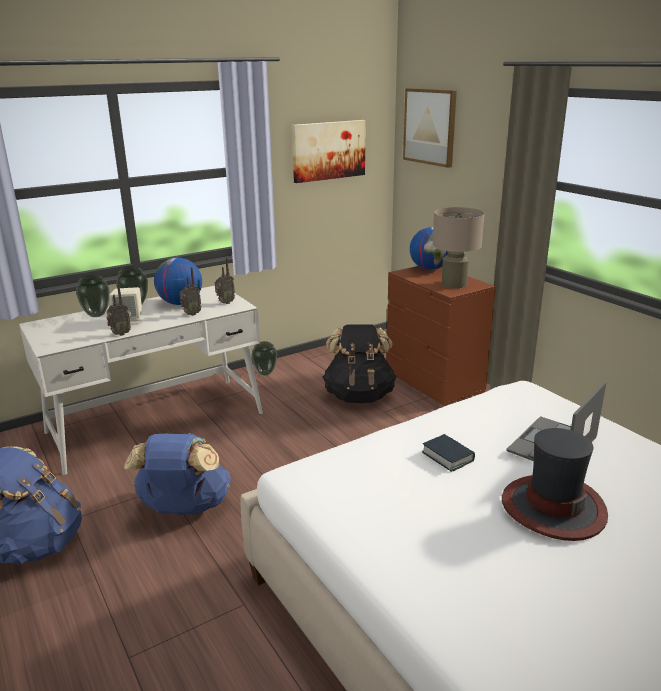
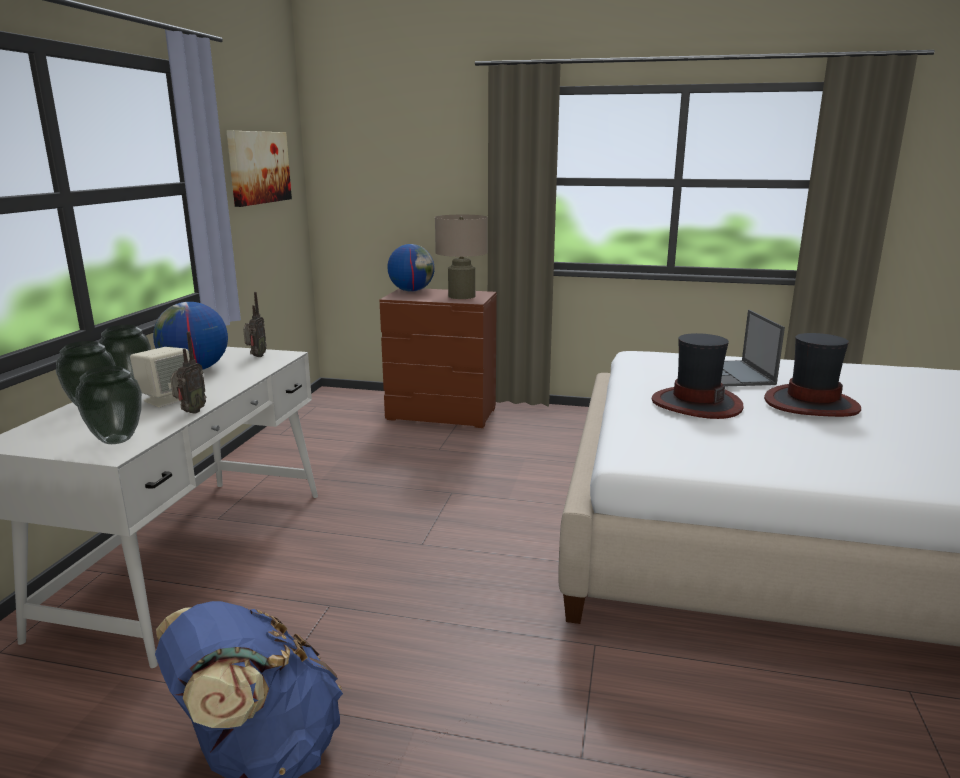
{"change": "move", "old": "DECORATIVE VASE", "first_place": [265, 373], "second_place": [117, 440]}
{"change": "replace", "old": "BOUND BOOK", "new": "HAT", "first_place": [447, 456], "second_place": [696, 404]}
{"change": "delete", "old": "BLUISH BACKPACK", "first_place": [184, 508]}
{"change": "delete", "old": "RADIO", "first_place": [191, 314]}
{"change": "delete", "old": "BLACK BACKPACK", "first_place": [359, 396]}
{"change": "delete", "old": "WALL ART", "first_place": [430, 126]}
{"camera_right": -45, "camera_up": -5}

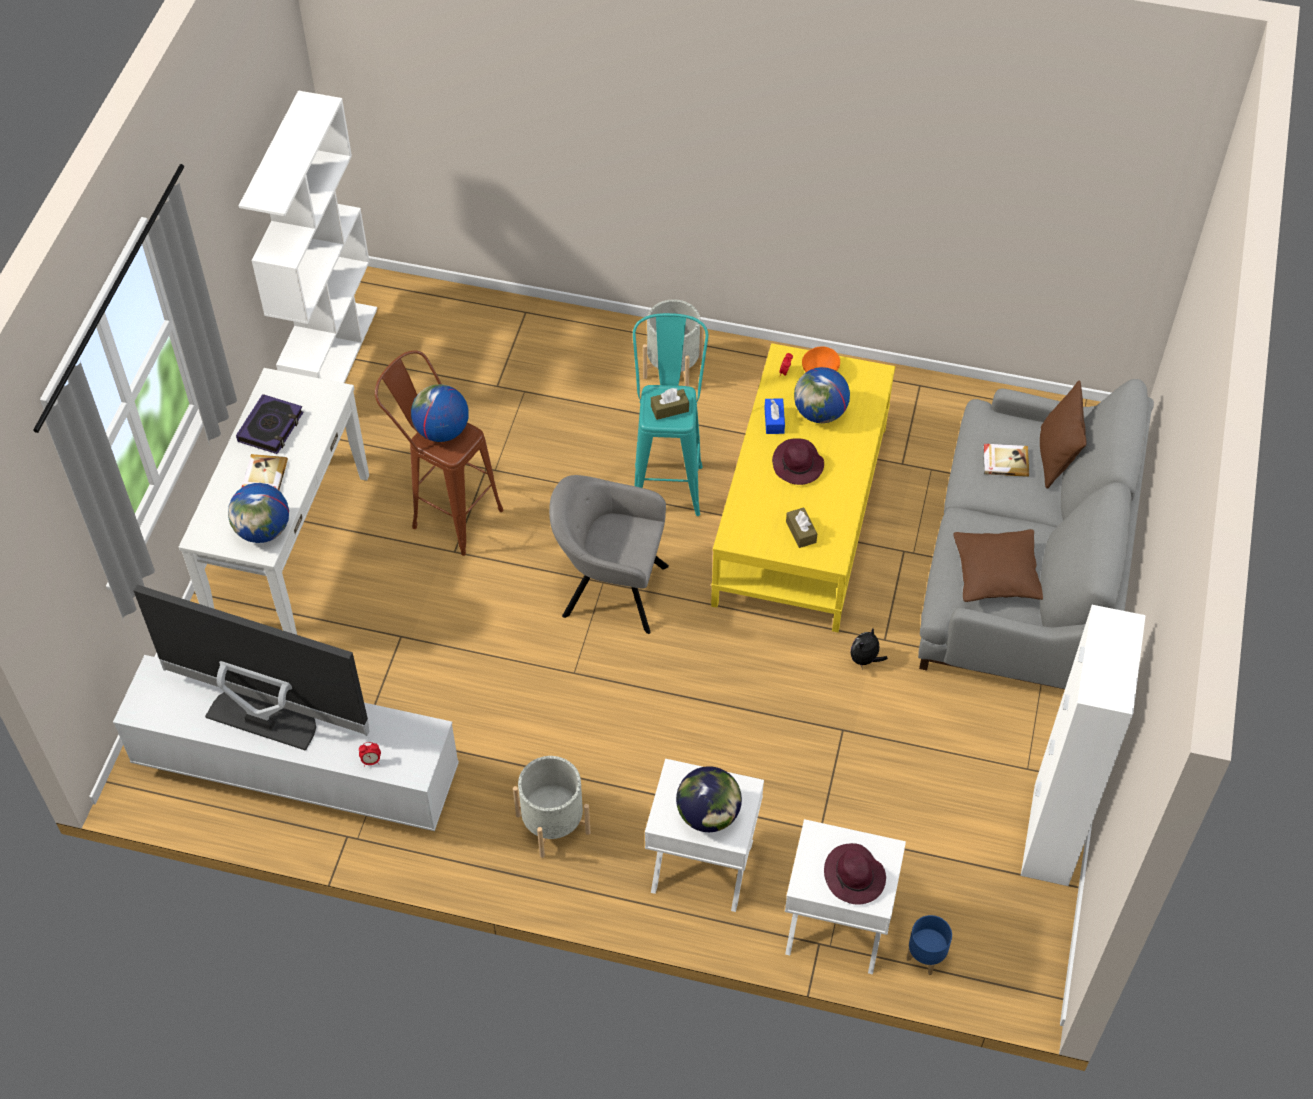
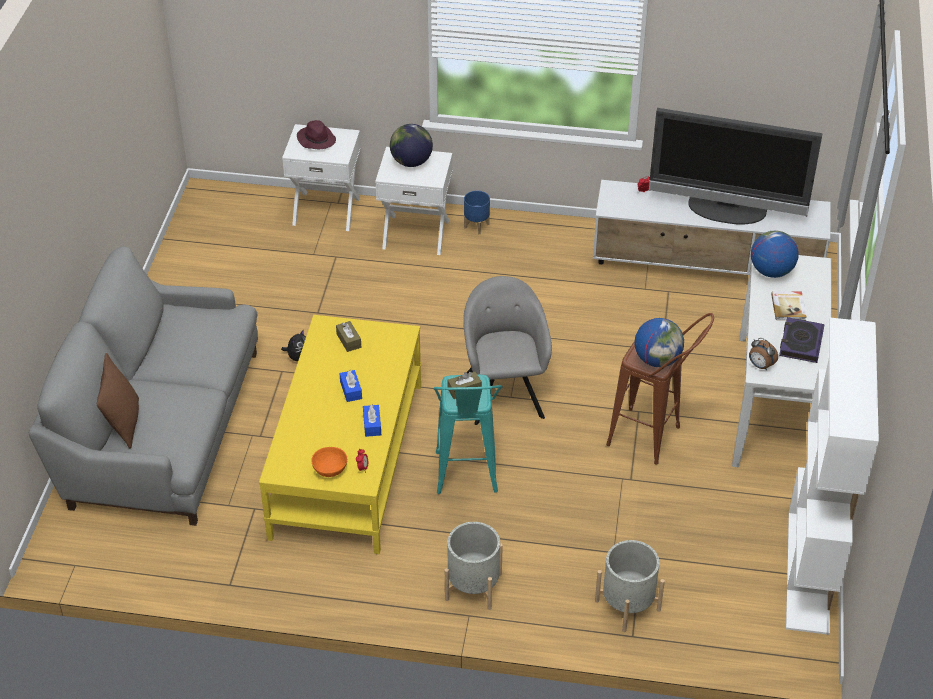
{"change": "replace", "old": "PURPLE HAT", "new": "BLUISH BOX OF TISSUES", "first_place": [798, 465], "second_place": [351, 390]}
{"change": "rotate", "old": "GREY ARMCHAIR", "first_place": [610, 589], "second_place": [504, 392], "degrees": -105}
{"change": "move", "old": "BLUISH PLANTER", "first_place": [925, 957], "second_place": [477, 225]}
{"change": "move", "old": "GREY PLANTER", "first_place": [553, 824], "second_place": [627, 605]}
{"change": "insert", "new": "BEDSIDE CLOCK", "second_place": [760, 366]}
{"change": "delete", "old": "GLOBE", "first_place": [820, 413]}
{"change": "delete", "old": "BROWN THROW PILLOW", "first_place": [997, 574]}
{"change": "delete", "old": "BOUND BOOK", "first_place": [1005, 461]}
{"change": "delete", "old": "WHITISH CABINET", "first_place": [1051, 834]}
{"camera_right": 175, "camera_up": -10}

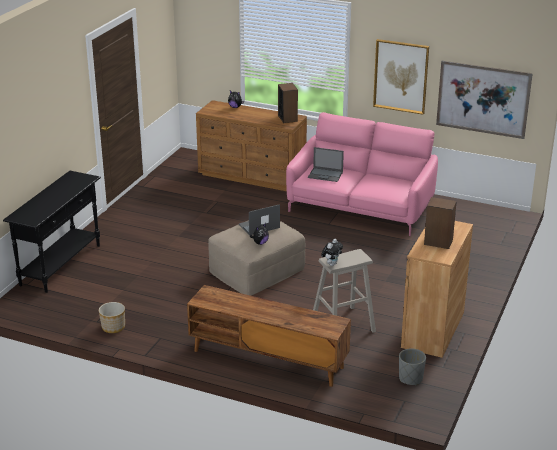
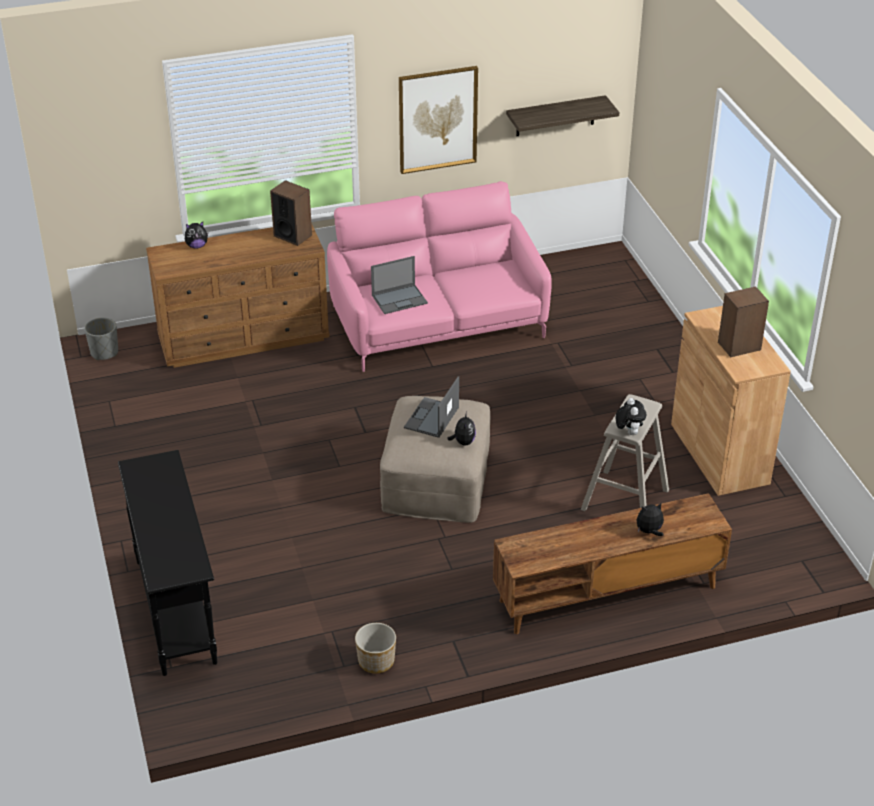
{"change": "move", "old": "GREY PLANTER", "first_place": [410, 378], "second_place": [104, 352]}
{"change": "replace", "old": "WALL ART", "new": "BRACKET SHELF", "first_place": [483, 99], "second_place": [555, 116]}
{"change": "insert", "new": "SOFT TOY", "second_place": [649, 531]}
{"camera_right": -40, "camera_up": 10}

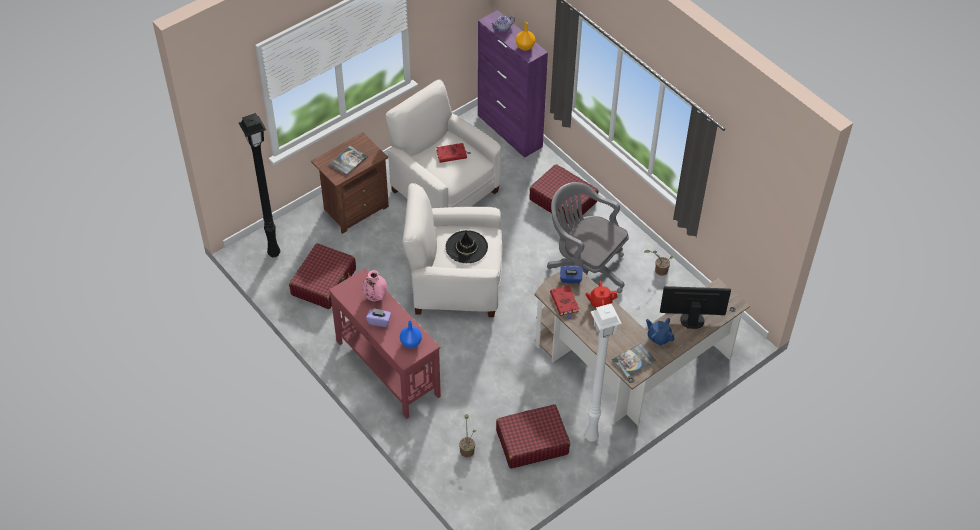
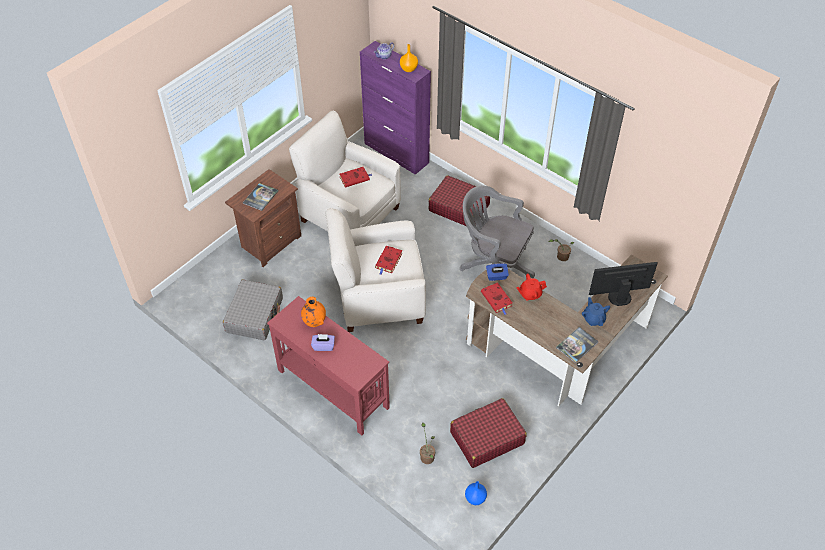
{"change": "recolor", "old": "RED-COLOURED PIECE OF LUGGAGE", "new": "GREY PIECE OF LUGGAGE", "first_place": [324, 282], "second_place": [255, 315]}
{"change": "recolor", "old": "PINKISH DECORATIVE VASE", "new": "ORANGEY DECORATIVE VASE", "first_place": [375, 296], "second_place": [314, 322]}
{"change": "replace", "old": "BLACK HAT", "new": "RED-COLOURED BOUND BOOK", "first_place": [466, 247], "second_place": [388, 261]}
{"change": "move", "old": "BLUISH DECORATIVE VASE", "first_place": [411, 342], "second_place": [475, 498]}
{"change": "rotate", "old": "BLUISH TEAPOT", "first_place": [659, 337], "second_place": [593, 319], "degrees": 45}
{"change": "delete", "old": "BLACK STANDARD LAMP", "first_place": [275, 253]}
{"change": "delete", "old": "WHITISH STANDARD LAMP", "first_place": [591, 437]}
{"camera_right": -10, "camera_up": 0}

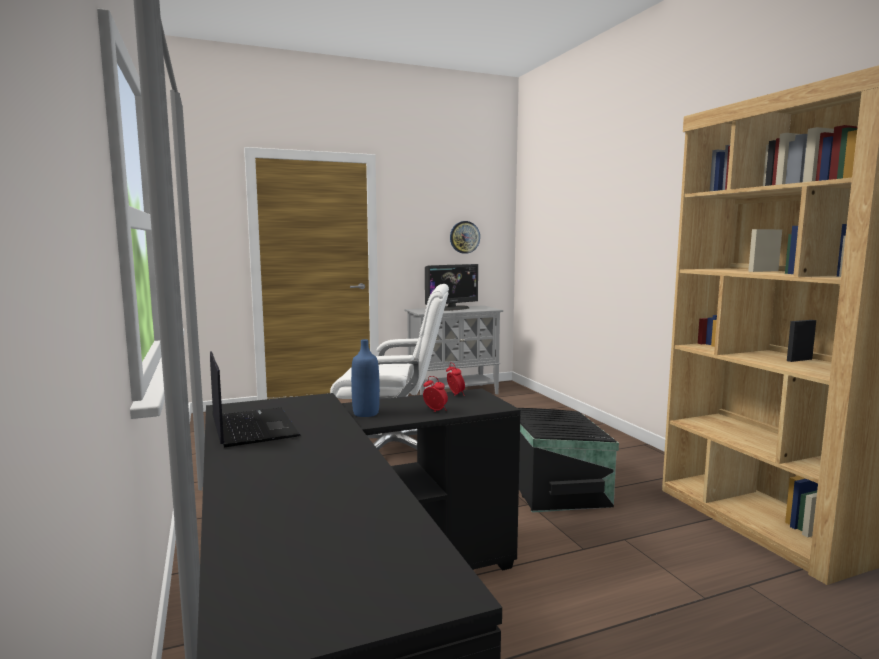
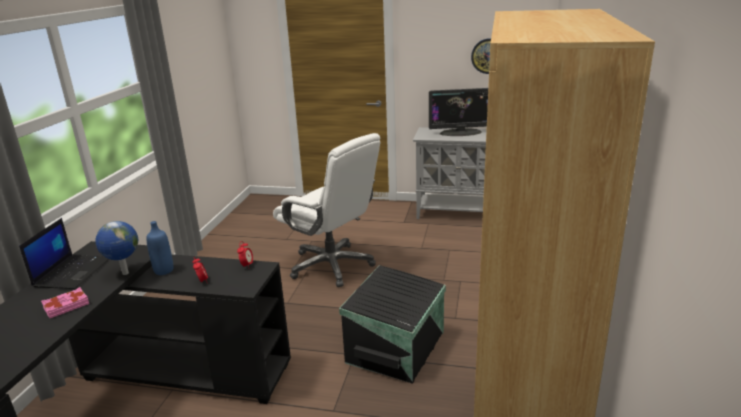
{"change": "insert", "new": "PINKISH BOUND BOOK", "second_place": [66, 306]}
{"change": "insert", "new": "GLOBE", "second_place": [124, 273]}
{"camera_right": 35, "camera_up": 15}

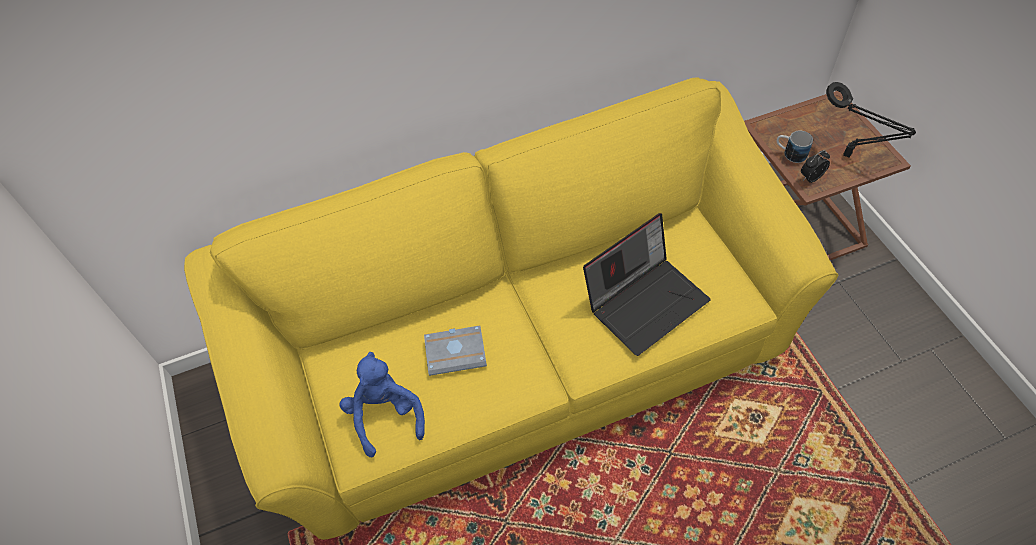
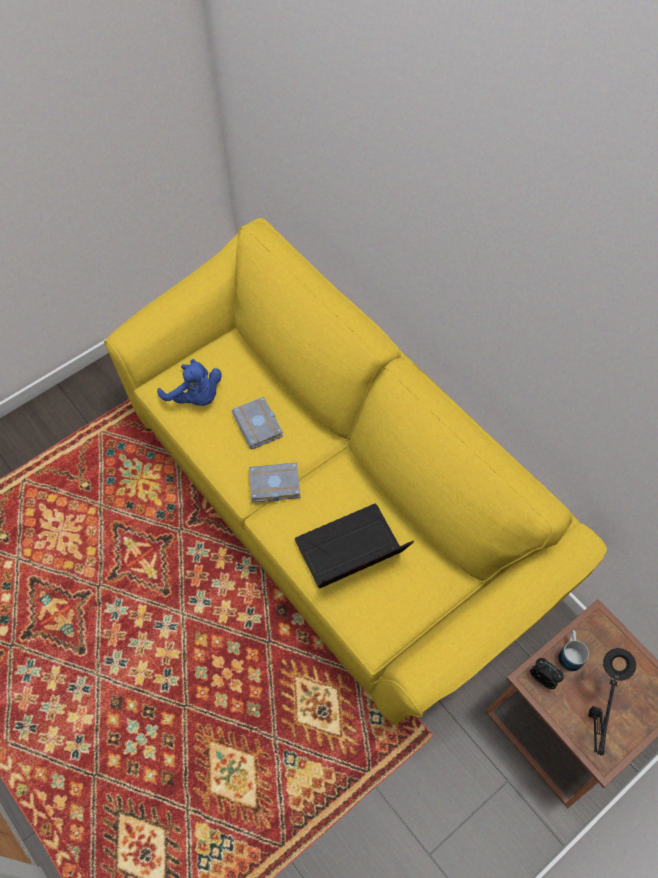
{"change": "rotate", "old": "BLUISH SOFT TOY", "first_place": [385, 415], "second_place": [195, 397], "degrees": 75}
{"change": "insert", "new": "GREY BOUND BOOK", "second_place": [273, 486]}
{"change": "rotate", "old": "PORTABLE COMPUTER", "first_place": [645, 300], "second_place": [350, 554], "degrees": 120}
{"camera_right": 70, "camera_up": 5}

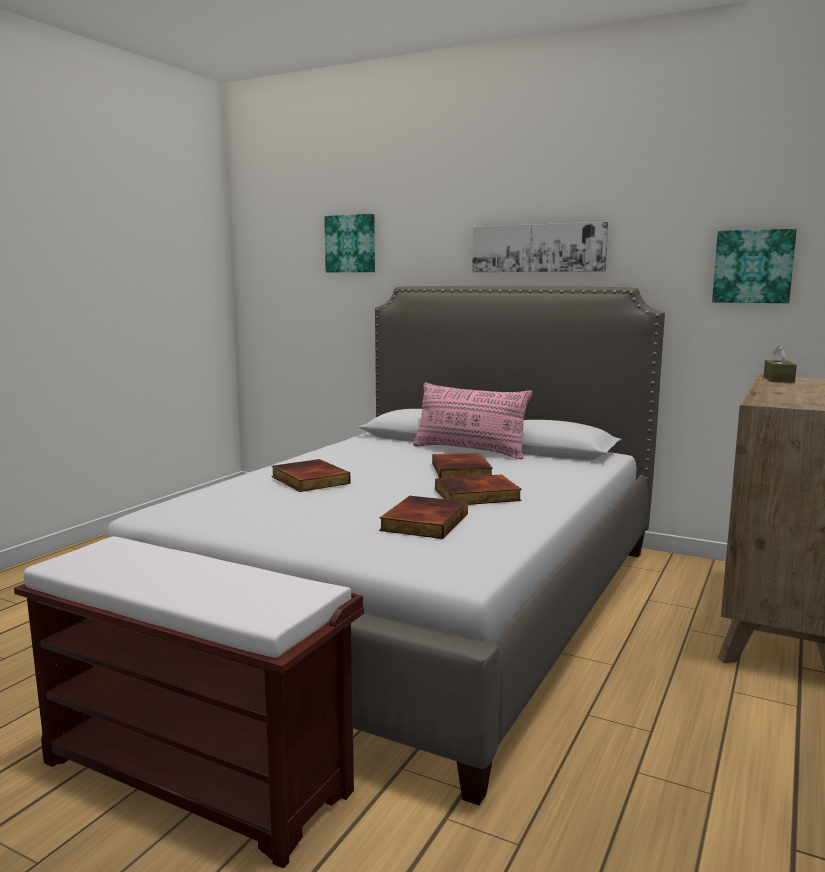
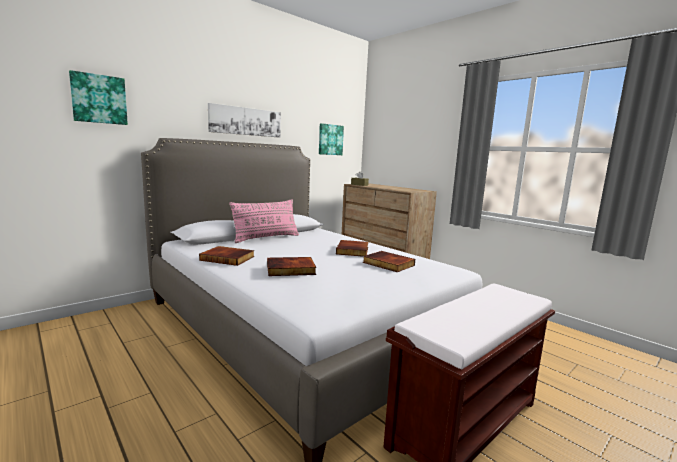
{"change": "move", "old": "BOUND BOOK", "first_place": [463, 471], "second_place": [228, 258]}
{"camera_right": -70, "camera_up": 0}

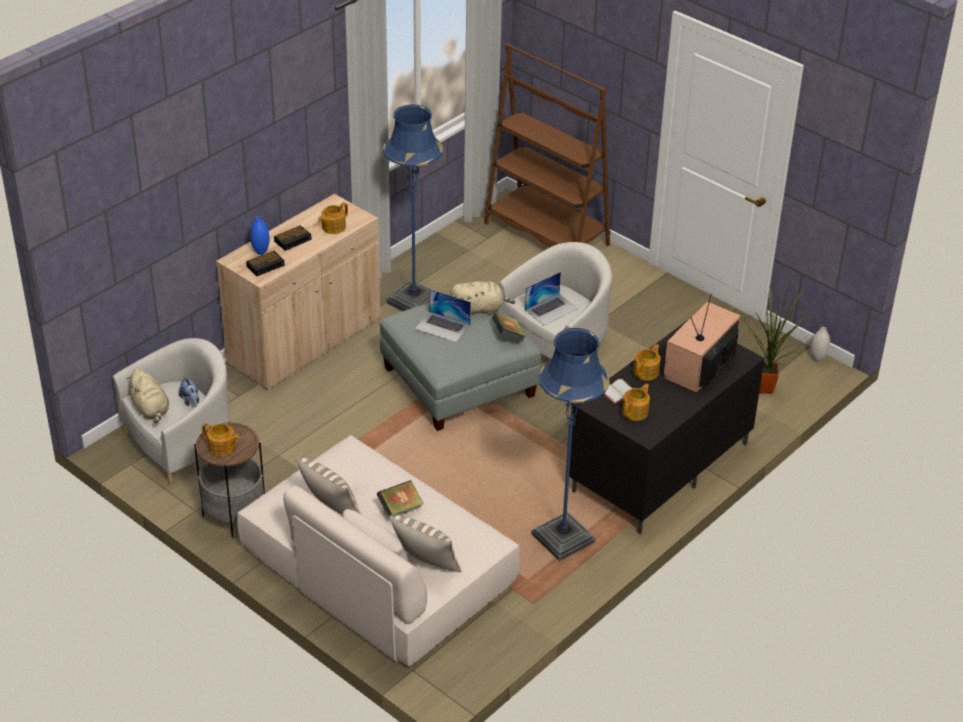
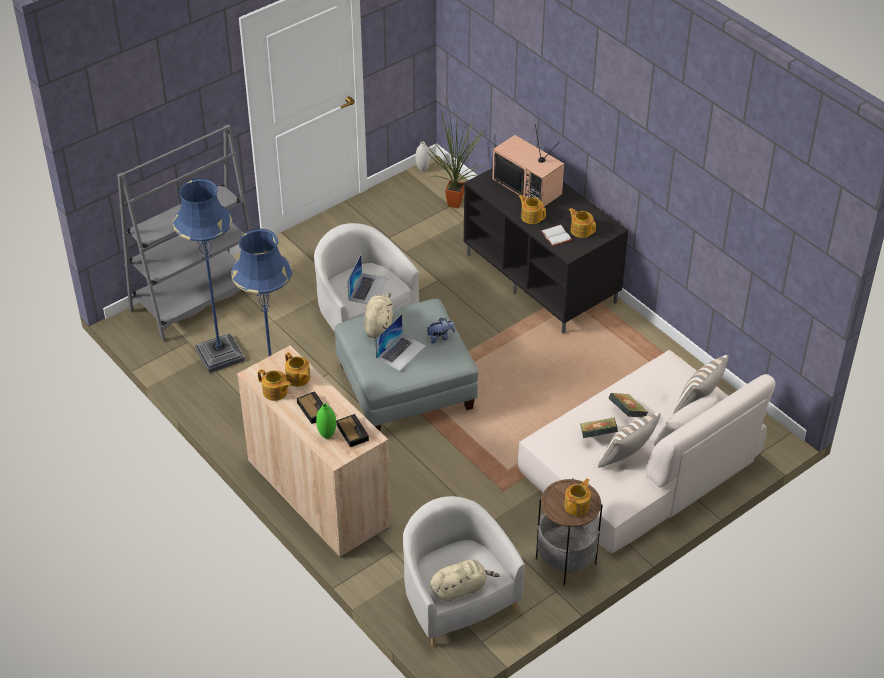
{"change": "recolor", "old": "BROWN BOOKSHELF", "new": "GREY BOOKSHELF", "first_place": [546, 234], "second_place": [196, 300]}
{"change": "move", "old": "BLUISH STANDARD LAMP", "first_place": [563, 539], "second_place": [220, 354]}
{"change": "insert", "new": "TEAPOT", "second_place": [275, 392]}
{"change": "recolor", "old": "BLUISH DECORATIVE VASE", "new": "GREEN-COLOURED DECORATIVE VASE", "first_place": [260, 252], "second_place": [327, 435]}
{"change": "rotate", "old": "PORTABLE COMPUTER", "first_place": [551, 309], "second_place": [368, 289], "degrees": 45}
{"change": "move", "old": "SOFT TOY", "first_place": [191, 401], "second_place": [440, 337]}
{"change": "move", "old": "BOUND BOOK", "first_place": [508, 336], "second_place": [598, 435]}
{"camera_right": -80, "camera_up": 5}

